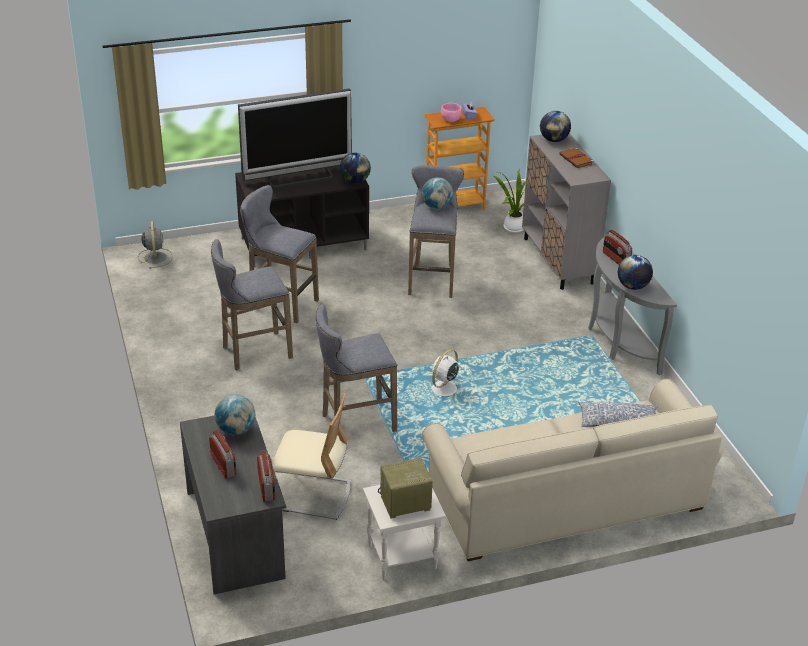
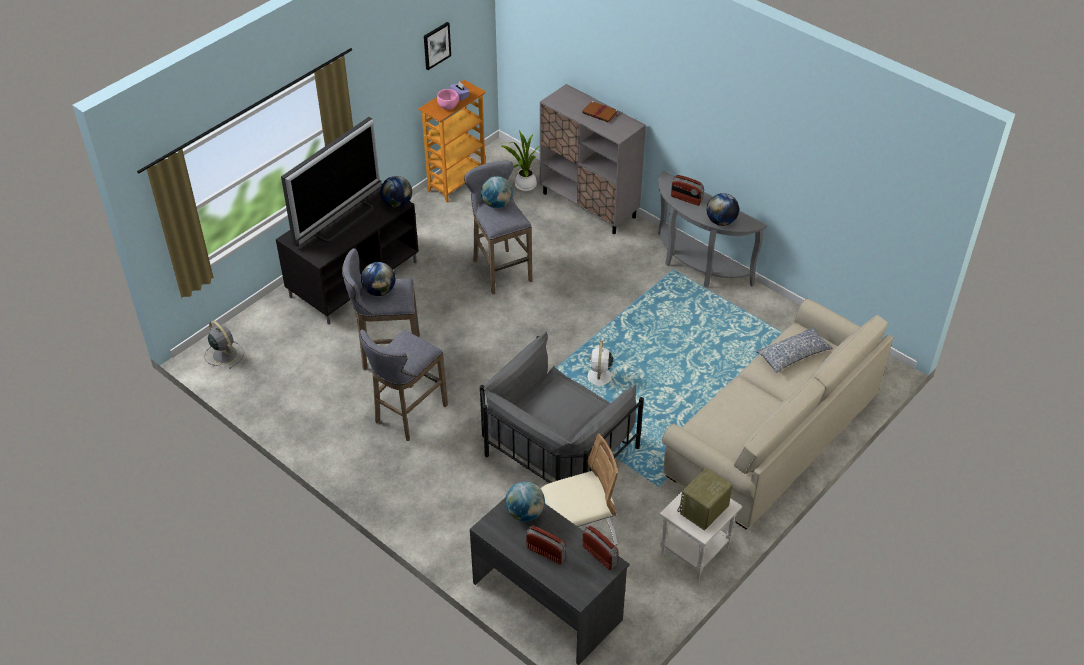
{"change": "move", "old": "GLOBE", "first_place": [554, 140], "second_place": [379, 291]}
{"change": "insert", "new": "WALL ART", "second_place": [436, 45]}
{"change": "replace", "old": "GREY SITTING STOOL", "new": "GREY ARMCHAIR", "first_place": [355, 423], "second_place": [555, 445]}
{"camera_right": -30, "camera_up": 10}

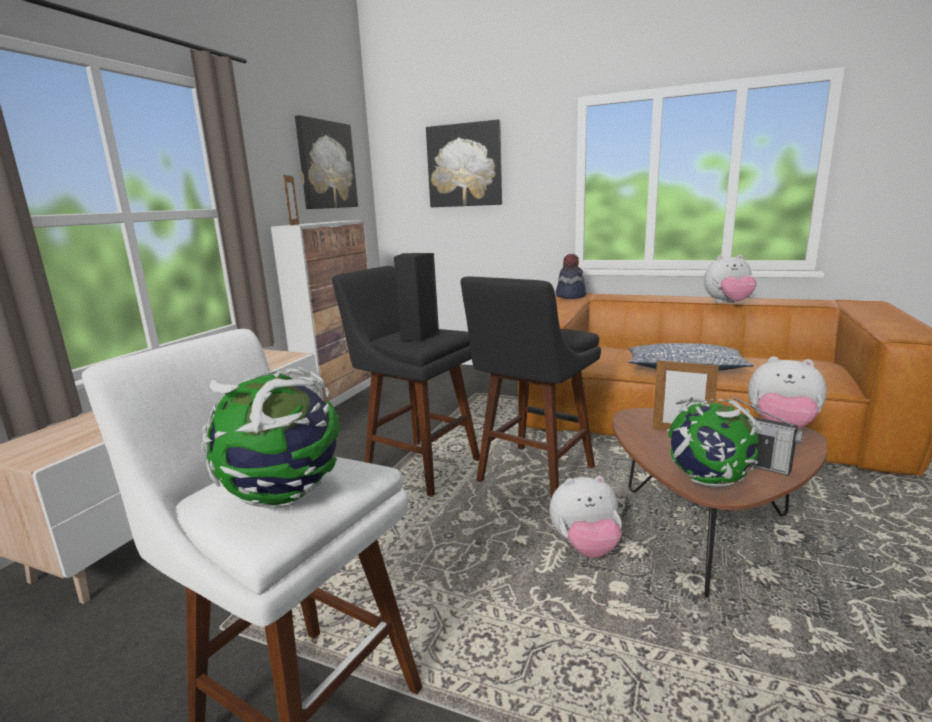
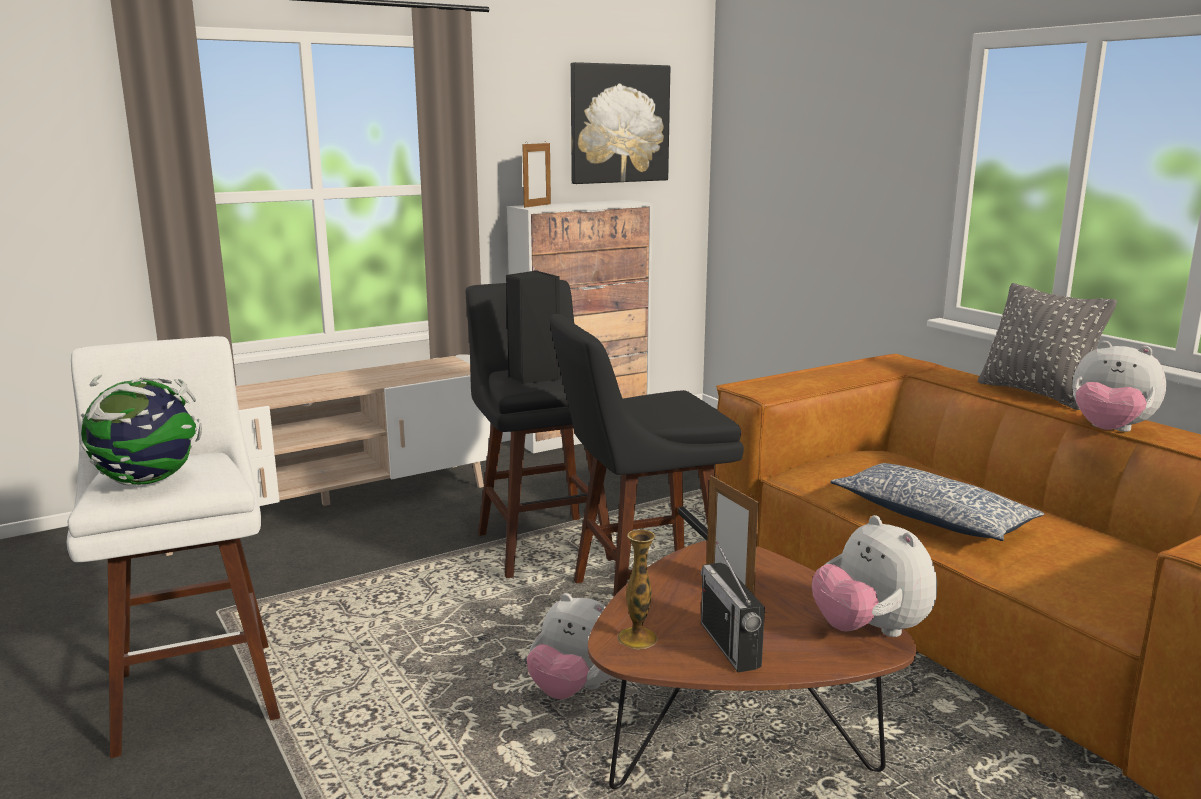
{"change": "replace", "old": "GLOBE", "new": "DECORATIVE VASE", "first_place": [707, 480], "second_place": [637, 638]}
{"change": "insert", "new": "GREY THROW PILLOW", "second_place": [1035, 394]}
{"change": "delete", "old": "WALL ART", "first_place": [465, 165]}
{"change": "delete", "old": "HAT", "first_place": [570, 296]}
{"camera_right": 35, "camera_up": 0}

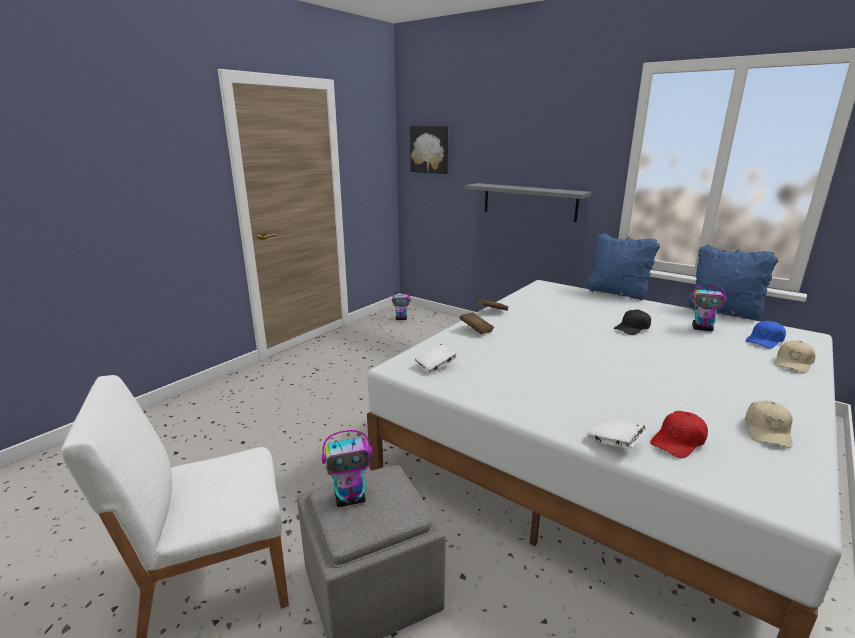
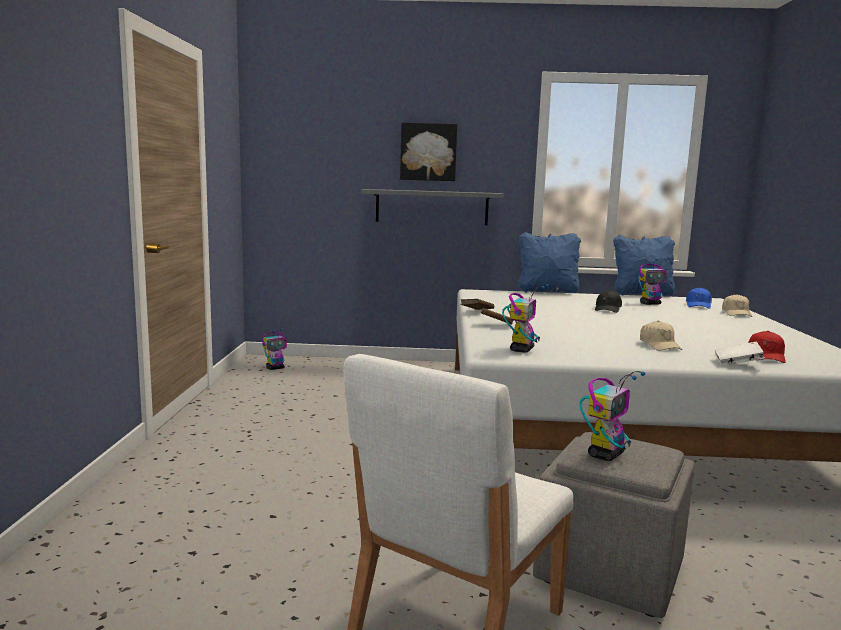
{"change": "move", "old": "WALL ART", "first_place": [430, 149], "second_place": [428, 152]}
{"change": "replace", "old": "WHITISH BOUND BOOK", "new": "TOY ROBOT", "first_place": [436, 366], "second_place": [522, 349]}
{"change": "move", "old": "BEIGE CAP", "first_place": [767, 431], "second_place": [659, 345]}
{"camera_right": -35, "camera_up": -10}

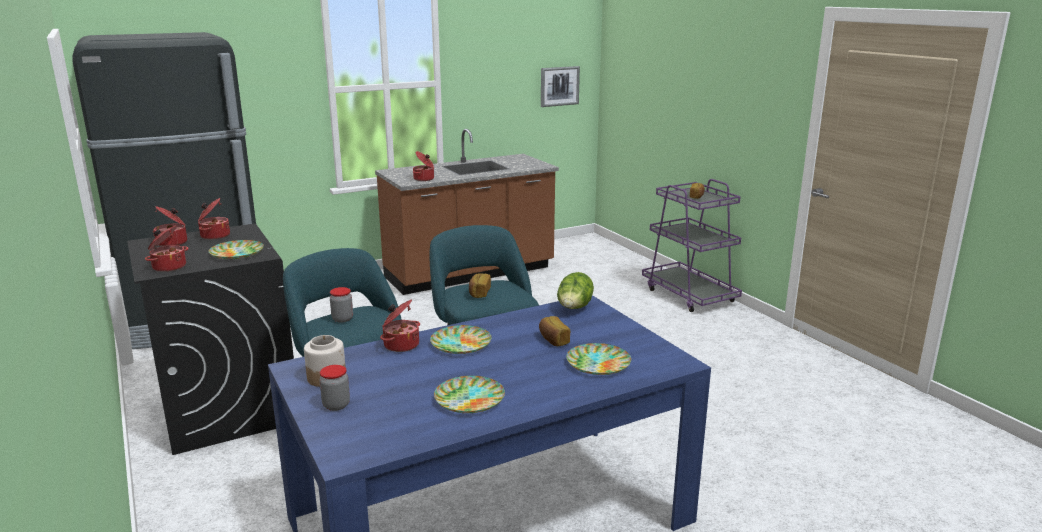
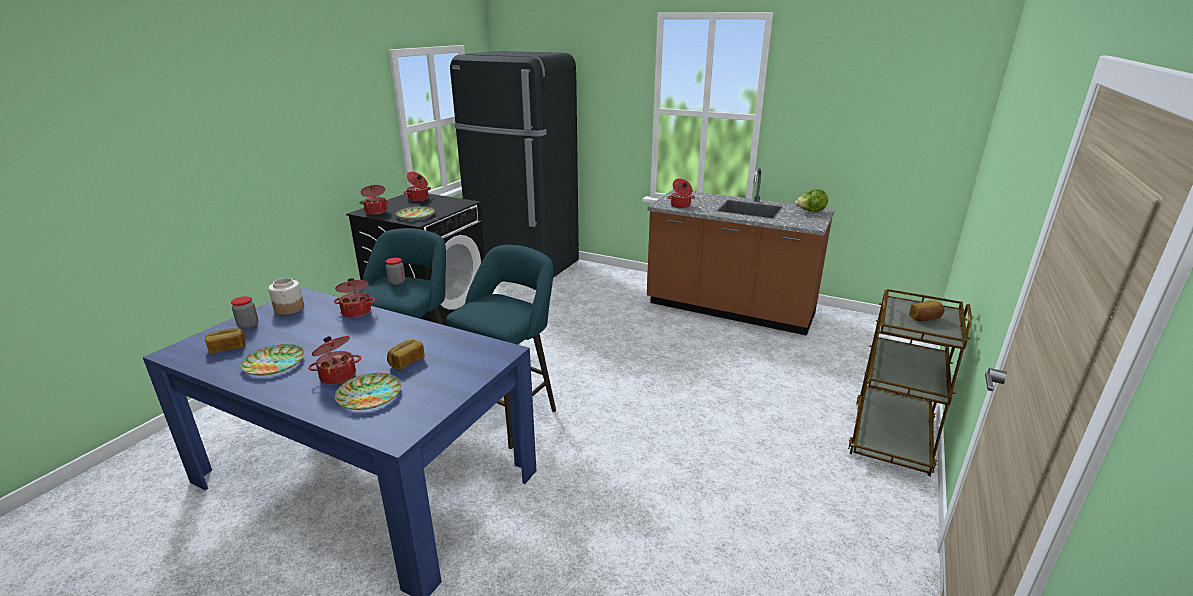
{"change": "move", "old": "BAKERY BREAD", "first_place": [479, 293], "second_place": [227, 348]}
{"change": "move", "old": "SAUCEPOT", "first_place": [214, 235], "second_place": [338, 375]}
{"change": "move", "old": "HEAD OF LETTUCE", "first_place": [574, 309], "second_place": [810, 212]}
{"change": "recolor", "old": "PURPLE CART", "new": "BROWN CART", "first_place": [689, 295], "second_place": [891, 437]}
{"change": "delete", "old": "PLATE", "first_place": [460, 344]}
{"change": "delete", "old": "WALL ART", "first_place": [559, 86]}
{"camera_right": 55, "camera_up": 5}

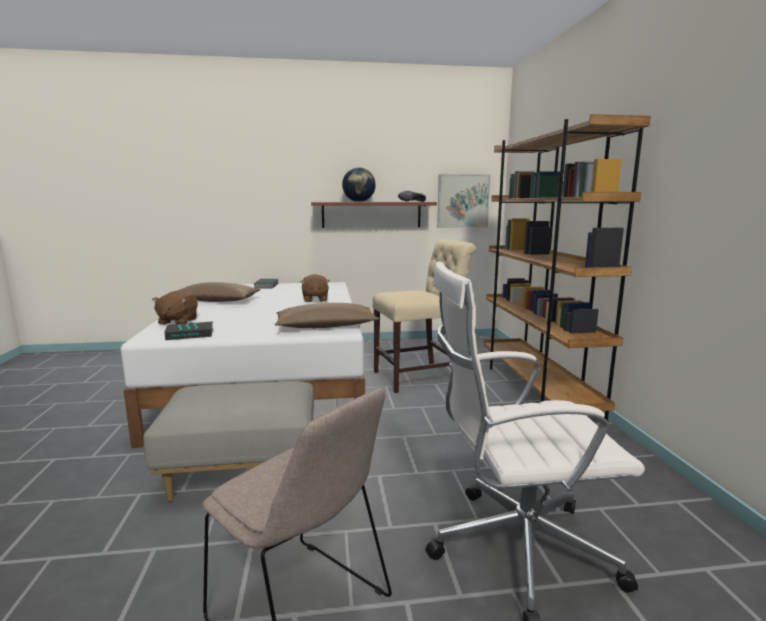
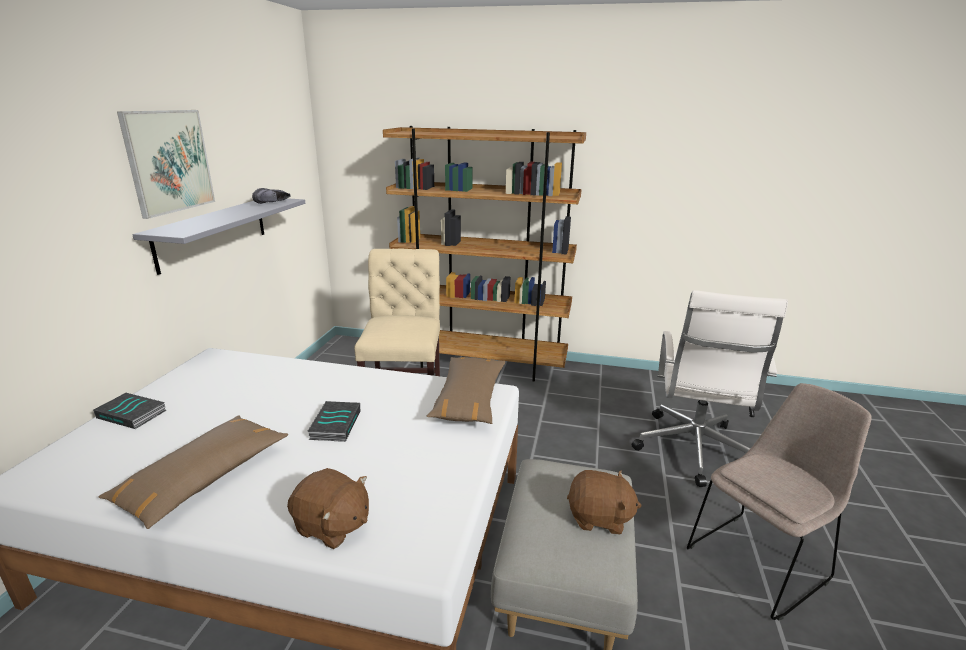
{"change": "move", "old": "WALL ART", "first_place": [463, 201], "second_place": [169, 161]}
{"change": "recolor", "old": "BROWN BRACKET SHELF", "new": "GREY BRACKET SHELF", "first_place": [371, 214], "second_place": [213, 232]}
{"change": "move", "old": "BOUND BOOK", "first_place": [190, 334], "second_place": [334, 424]}
{"change": "move", "old": "BROWN SOFT TOY", "first_place": [315, 299], "second_place": [599, 518]}
{"change": "delete", "old": "GLOBE", "first_place": [359, 201]}
{"camera_right": -70, "camera_up": 10}

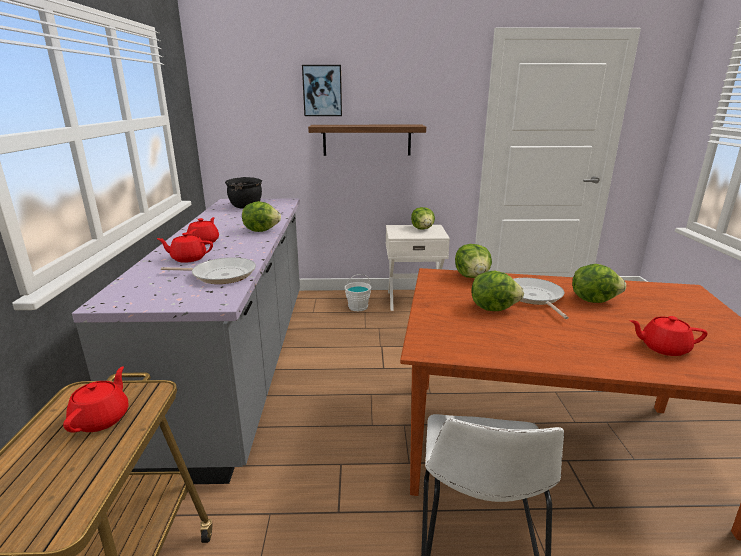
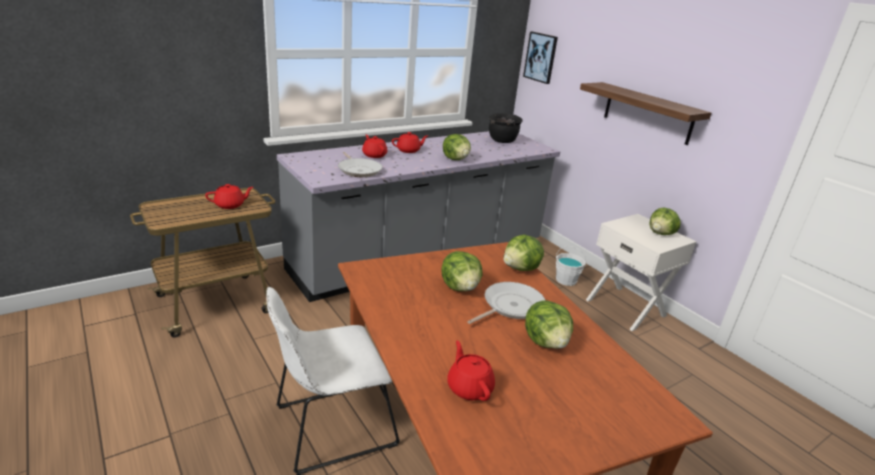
{"change": "move", "old": "WALL ART", "first_place": [322, 91], "second_place": [541, 57]}
{"camera_right": 55, "camera_up": 5}

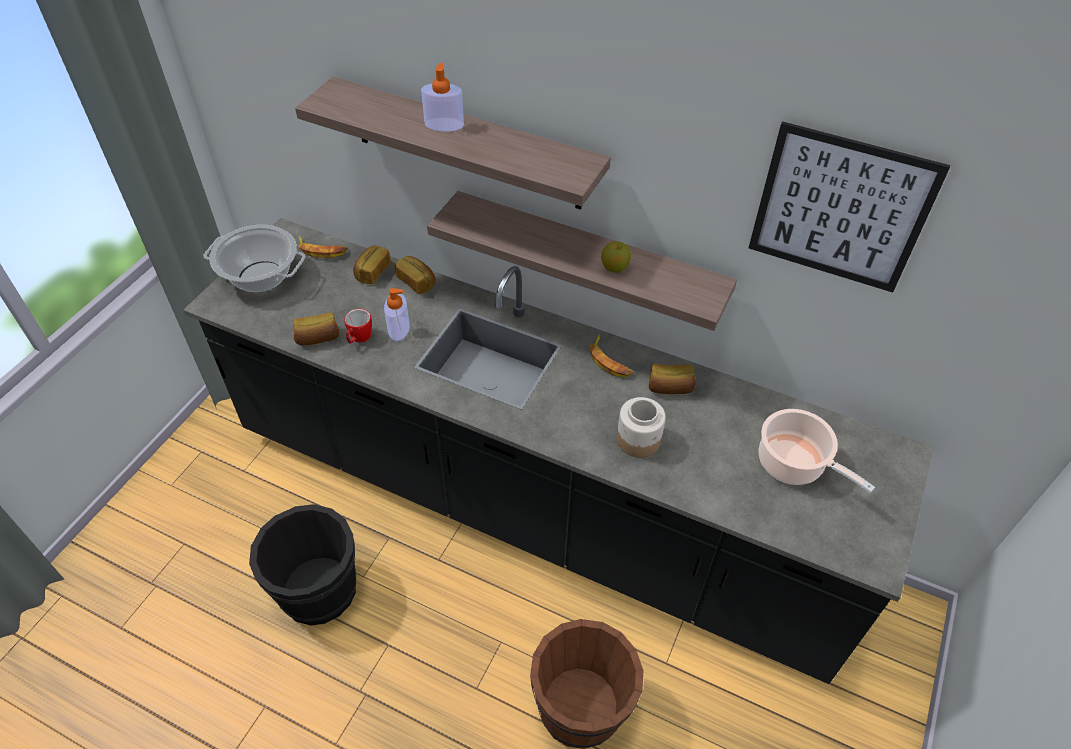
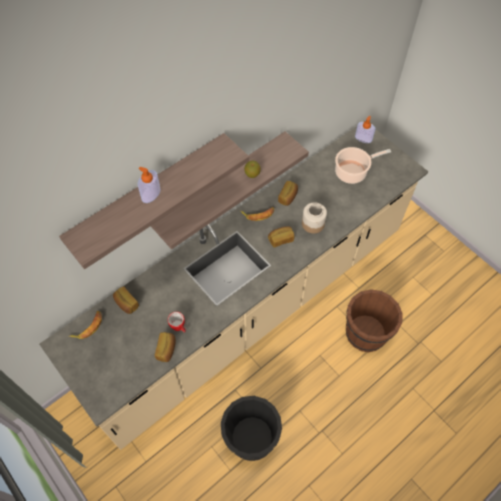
{"change": "recolor", "old": "BLACK COUNTER", "new": "BEIGE COUNTER", "first_place": [533, 506], "second_place": [250, 309]}
{"change": "move", "old": "BAKERY BREAD", "first_place": [417, 281], "second_place": [280, 239]}
{"change": "move", "old": "LIQUID SOAP BOTTLE", "first_place": [399, 328], "second_place": [363, 138]}
{"change": "delete", "old": "SAUCEPOT", "first_place": [260, 277]}
{"change": "delete", "old": "WALL ART", "first_place": [840, 209]}
{"camera_right": -65, "camera_up": 10}

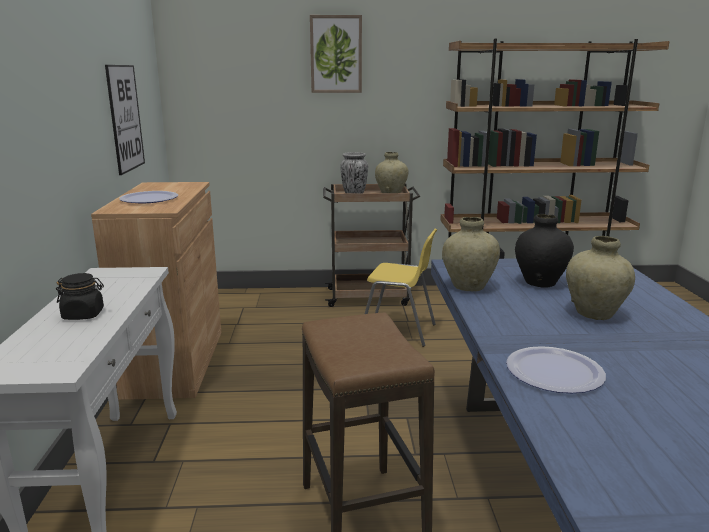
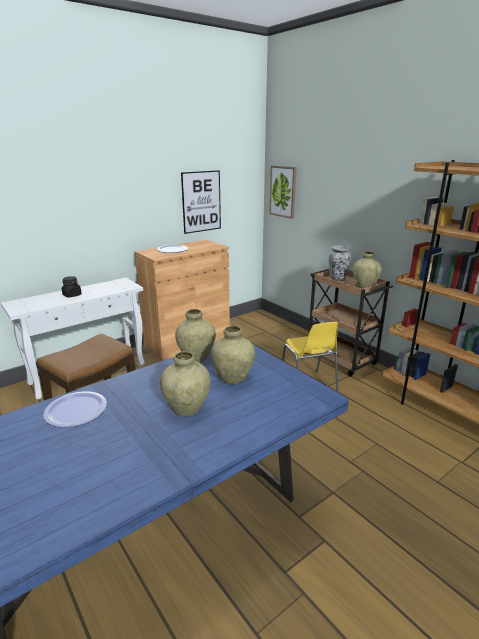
{"change": "recolor", "old": "BLACK DECORATIVE VASE", "new": "BEIGE DECORATIVE VASE", "first_place": [540, 282], "second_place": [233, 378]}
{"change": "move", "old": "WALL ART", "first_place": [336, 54], "second_place": [283, 191]}
{"camera_right": 55, "camera_up": 5}

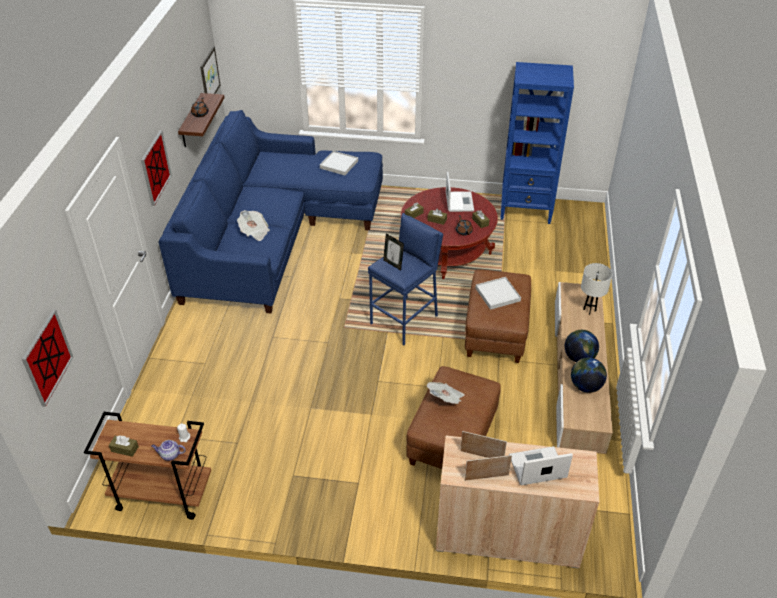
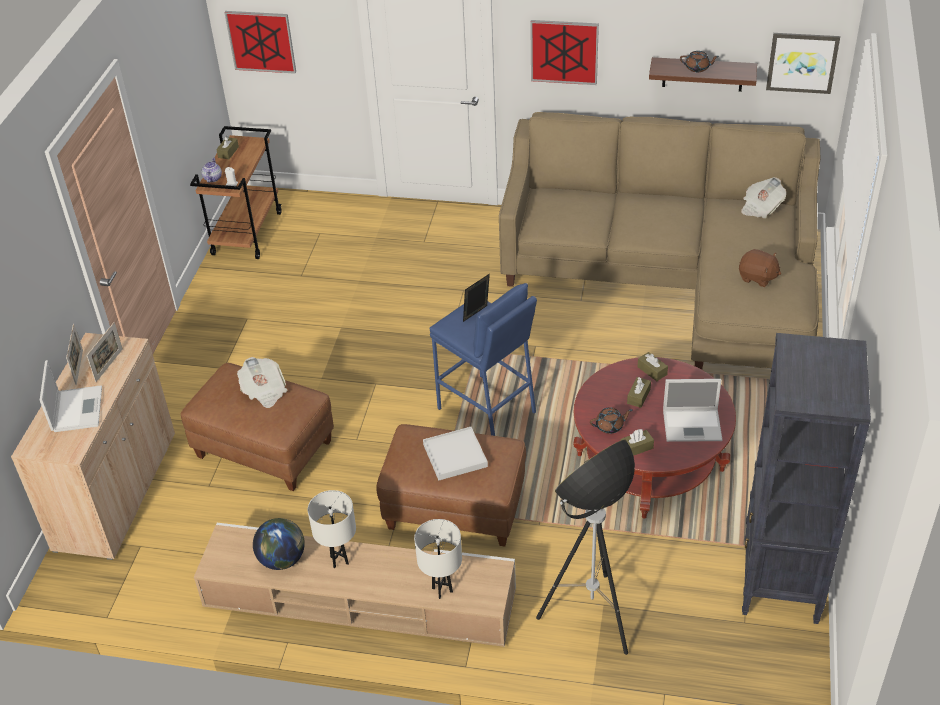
{"change": "replace", "old": "GLOBE", "new": "WHITISH TABLETOP LAMP", "first_place": [579, 357], "second_place": [339, 560]}
{"change": "recolor", "old": "BLUISH SOFA", "new": "BEIGE SOFA", "first_place": [274, 234], "second_place": [673, 278]}
{"change": "insert", "new": "STANDARD LAMP", "second_place": [591, 618]}
{"change": "replace", "old": "WHITISH TRAY", "new": "BROWN SOFT TOY", "first_place": [339, 164], "second_place": [757, 277]}
{"change": "move", "old": "PRINTED PAPER", "first_place": [254, 232], "second_place": [760, 207]}
{"change": "recolor", "old": "BLUISH BOOKSHELF", "new": "BLACK BOOKSHELF", "first_place": [526, 210], "second_place": [780, 582]}
{"camera_right": 95, "camera_up": 0}

